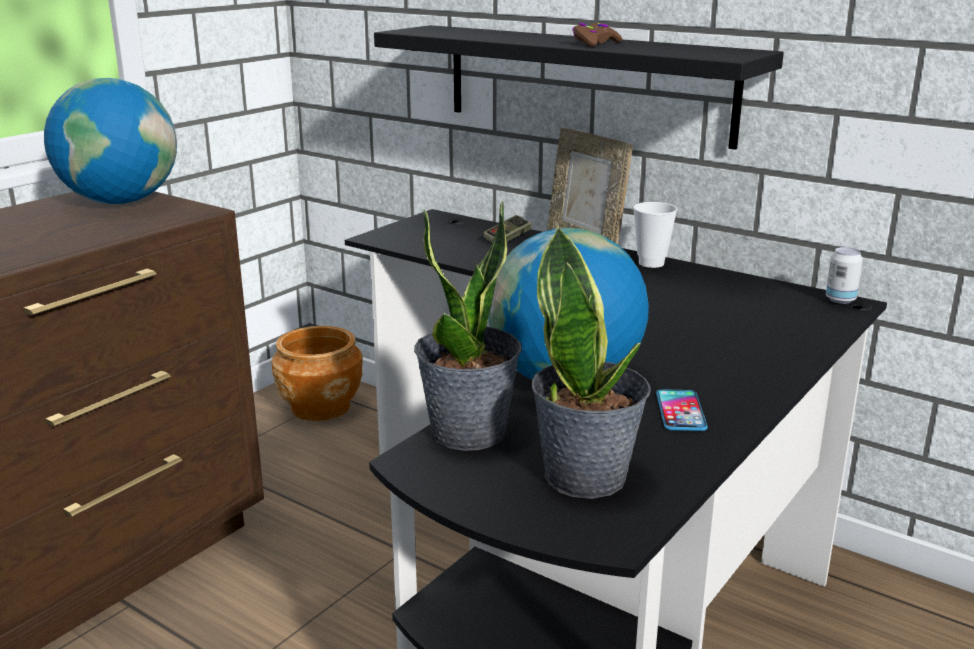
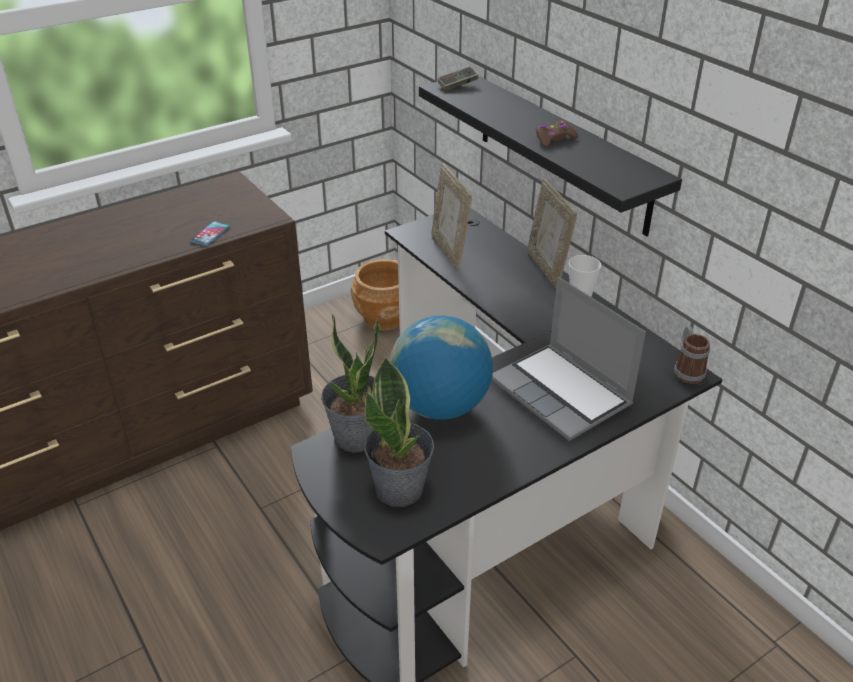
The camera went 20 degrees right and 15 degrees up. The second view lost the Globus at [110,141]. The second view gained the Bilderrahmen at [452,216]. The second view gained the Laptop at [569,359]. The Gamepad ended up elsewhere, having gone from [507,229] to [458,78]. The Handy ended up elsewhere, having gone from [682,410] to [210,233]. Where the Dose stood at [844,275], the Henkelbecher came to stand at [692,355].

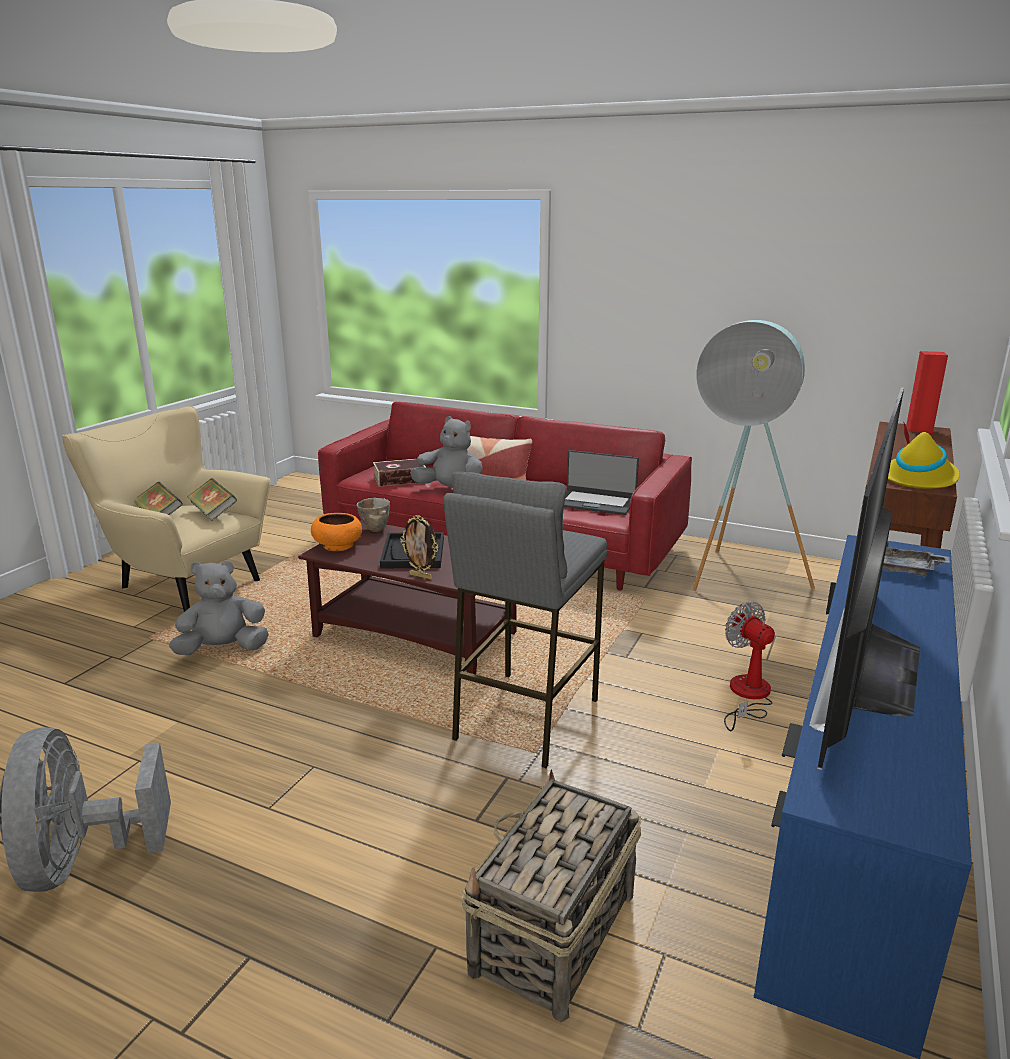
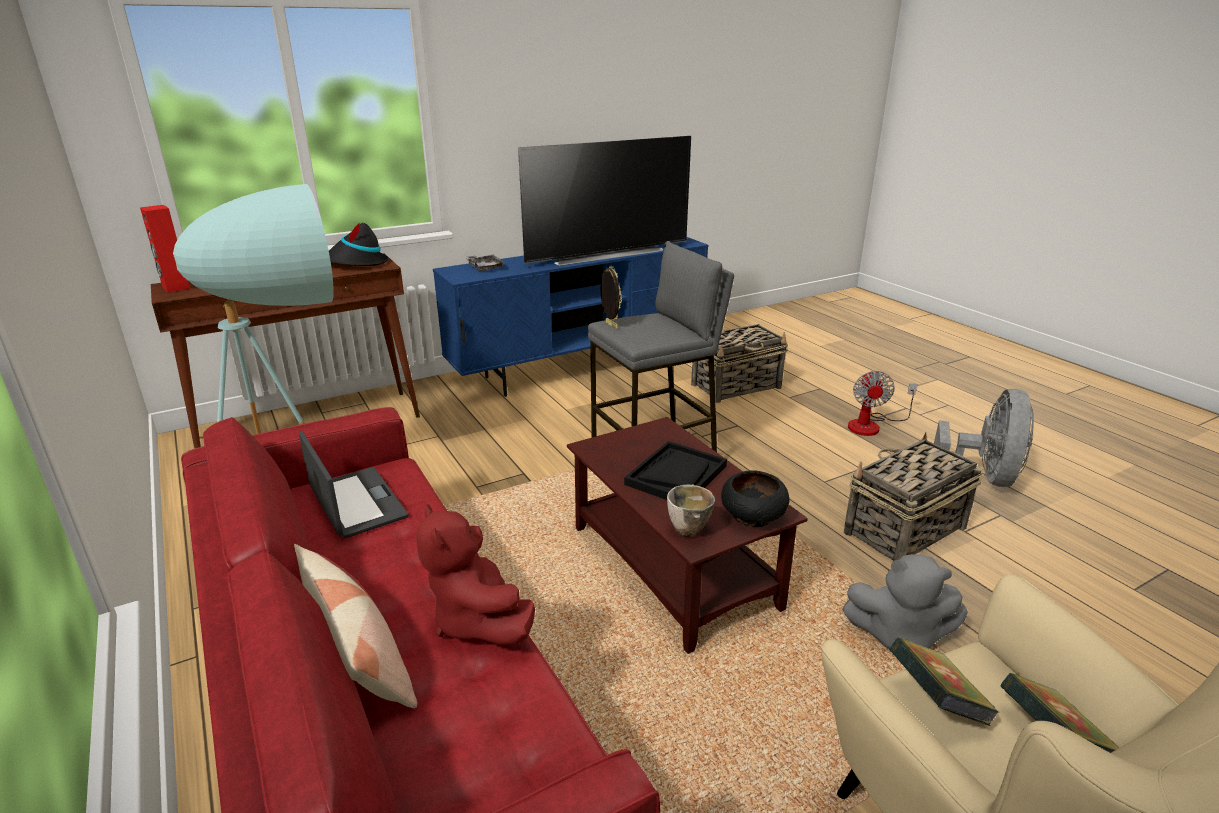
The camera went 145 degrees left and 5 degrees up. The second view lost the Buch at [399,473]. The second view gained the Korb at [913,497]. The Bilderrahmen ended up elsewhere, having gone from [419,547] to [611,297]. The Ventilator ended up elsewhere, having gone from [749,666] to [882,403]. What was the Schüssel (orange) at [336,532] turned into the Schüssel (schwarz) at [755,498]. What was the Plüschtier (grau) at [446,452] turned into the Plüschtier (rot) at [475,574]. What was the Hut (gelb) at [924,456] turned into the Hut (schwarz) at [359,244].

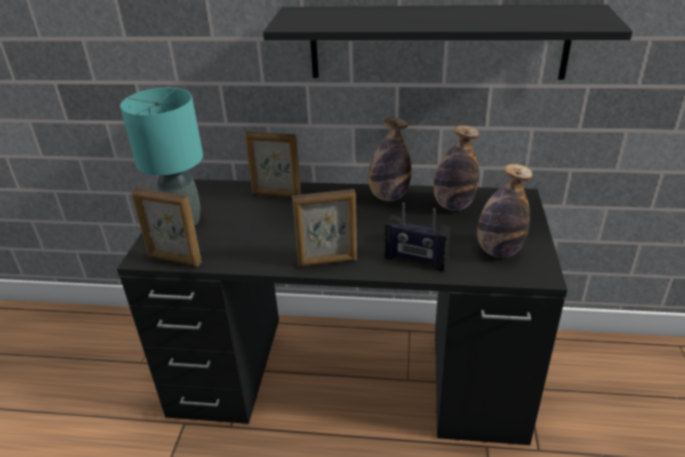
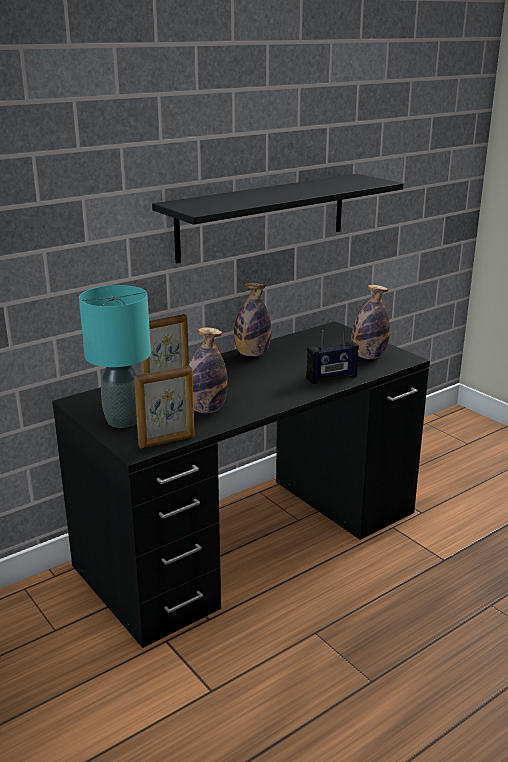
The camera went 45 degrees left and 10 degrees down. The second view lost the Bilderrahmen at [324,228]. The Flasche ended up elsewhere, having gone from [456,168] to [208,370].

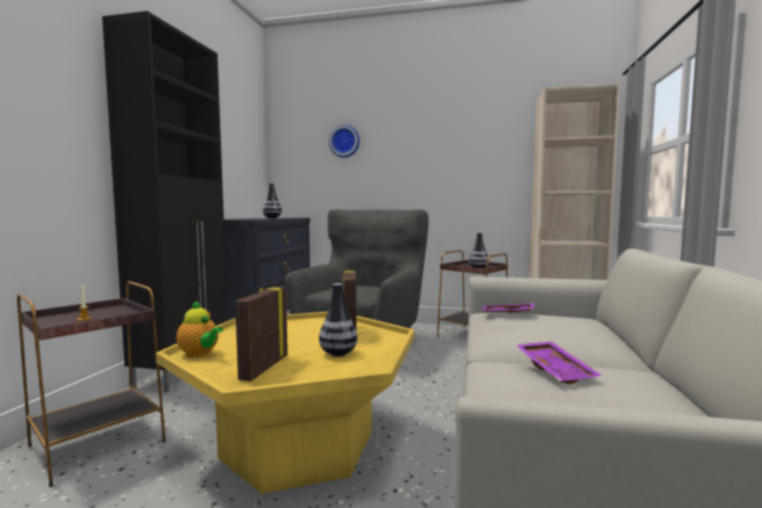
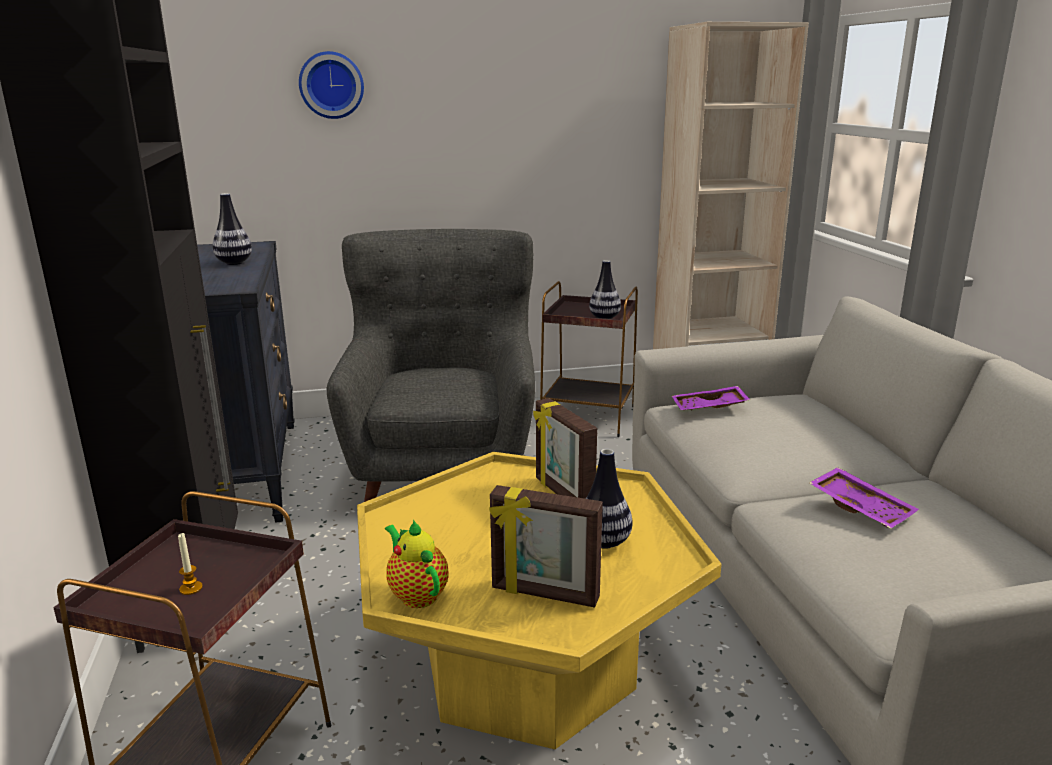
The camera went 25 degrees left and 15 degrees up. The Teekanne at [199,329] ended up facing another way, 135 degrees counterclockwise from before. The Bilderrahmen at [261,334] ended up facing another way, 60 degrees counterclockwise from before.

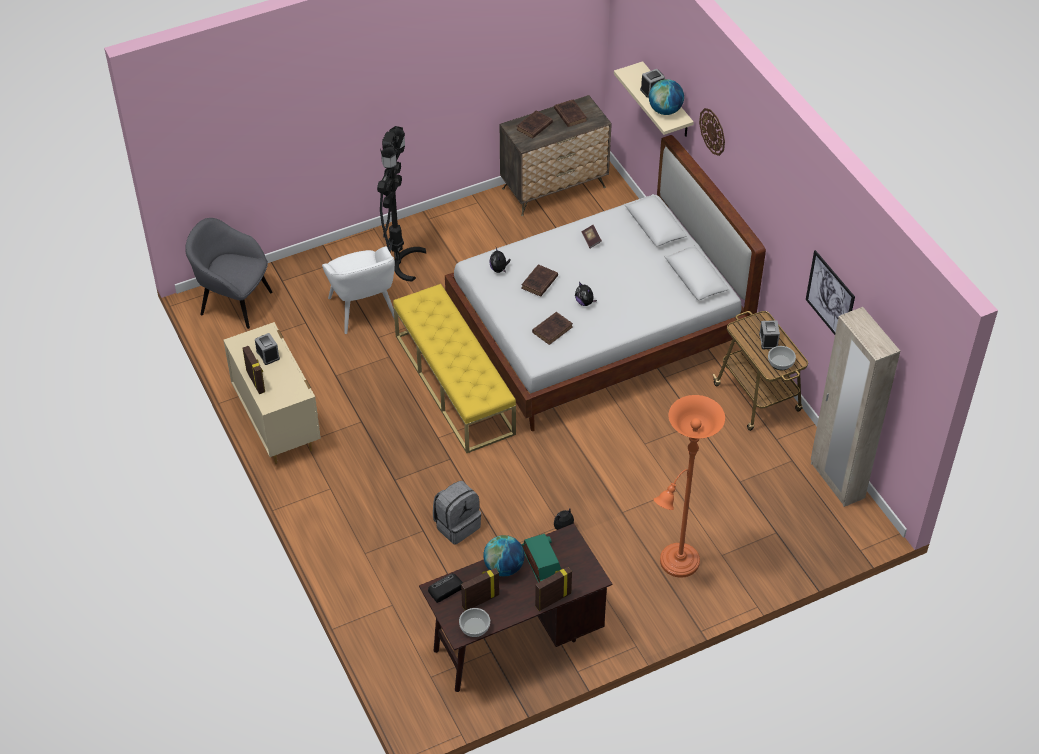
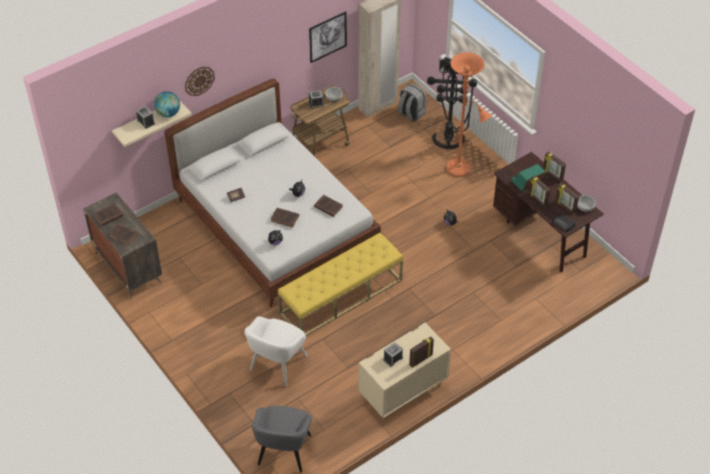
The camera went 100 degrees left and 0 degrees up. The Stehlampe (schwarz) ended up elsewhere, having gone from [401,204] to [452,103]. The Rucksack (grau) ended up elsewhere, having gone from [457,513] to [412,102]. Where the Globus stood at [503,555], the Bilderrahmen came to stand at [540,191]. The Sessel (weiß) at [358,290] ended up facing another way, 150 degrees clockwise from before.

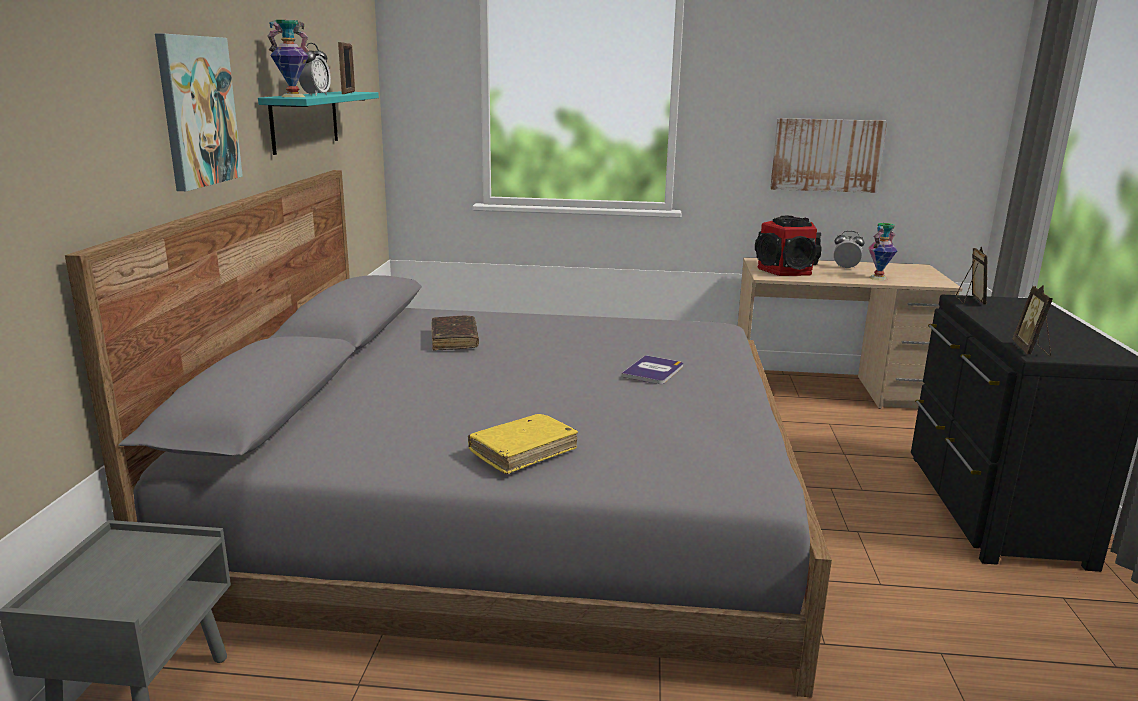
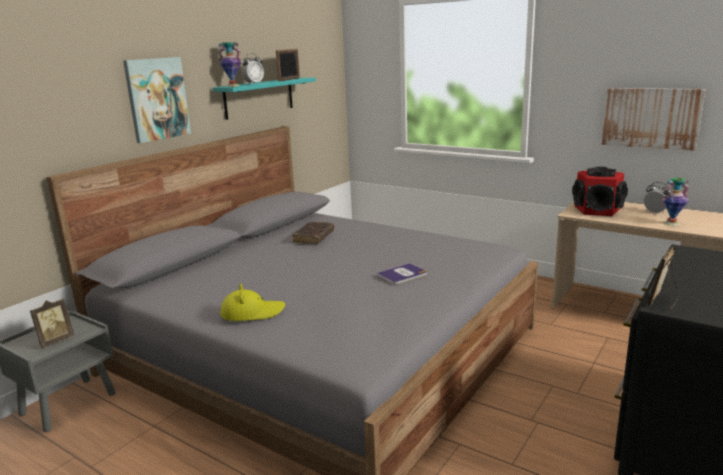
The camera went 30 degrees right and 0 degrees up. The Bilderrahmen ended up elsewhere, having gone from [972,275] to [52,323]. Where the Buch (gelb) stood at [523,444], the Hut (gelb) came to stand at [252,302].

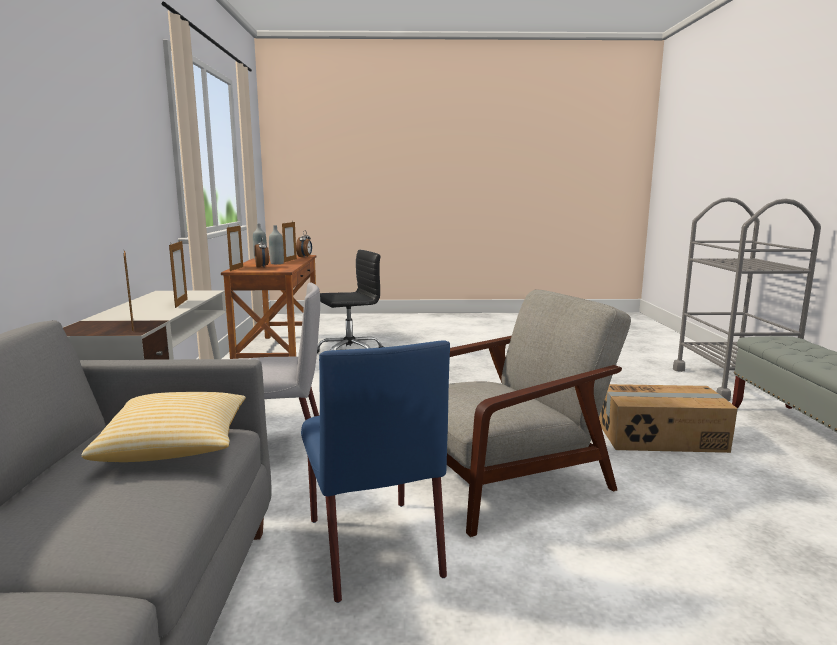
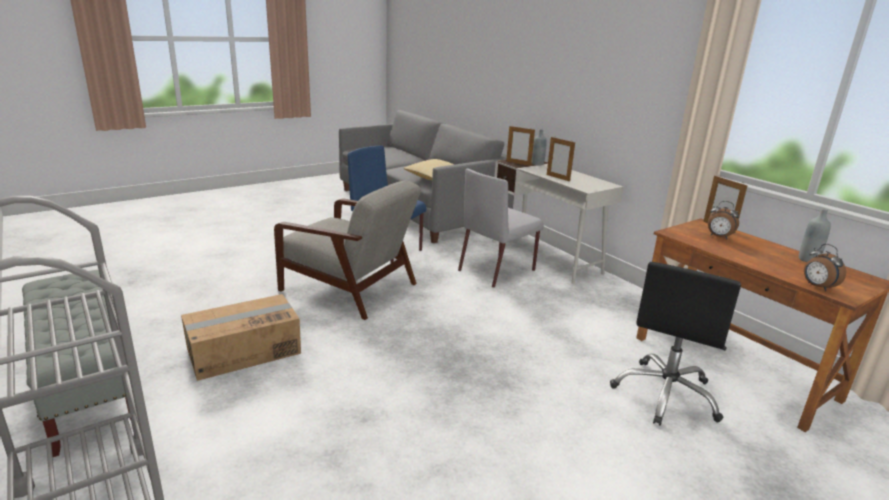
The camera went 145 degrees right and 10 degrees up. The second view lost the Bilderrahmen at [289,242]. The Flasche (grau) ended up elsewhere, having gone from [276,244] to [539,147]. The Sessel (grau) at [539,413] ended up facing another way, 90 degrees counterclockwise from before.

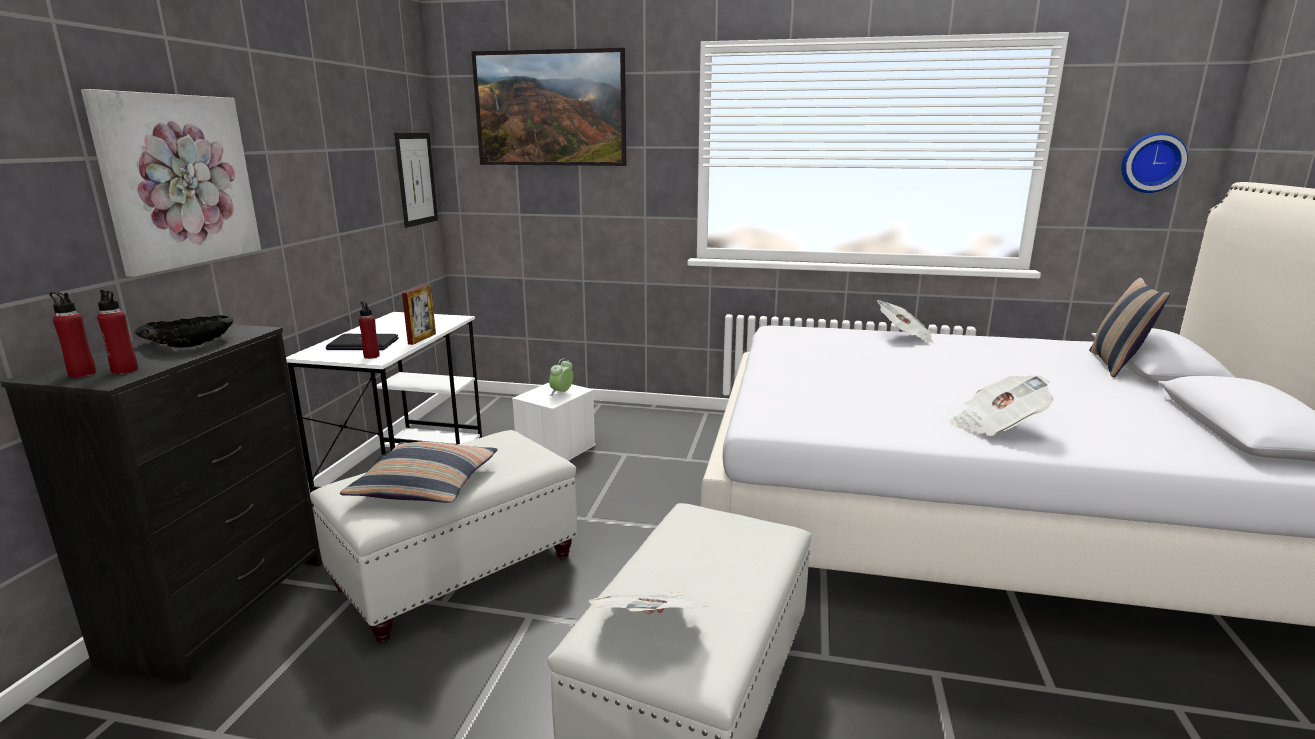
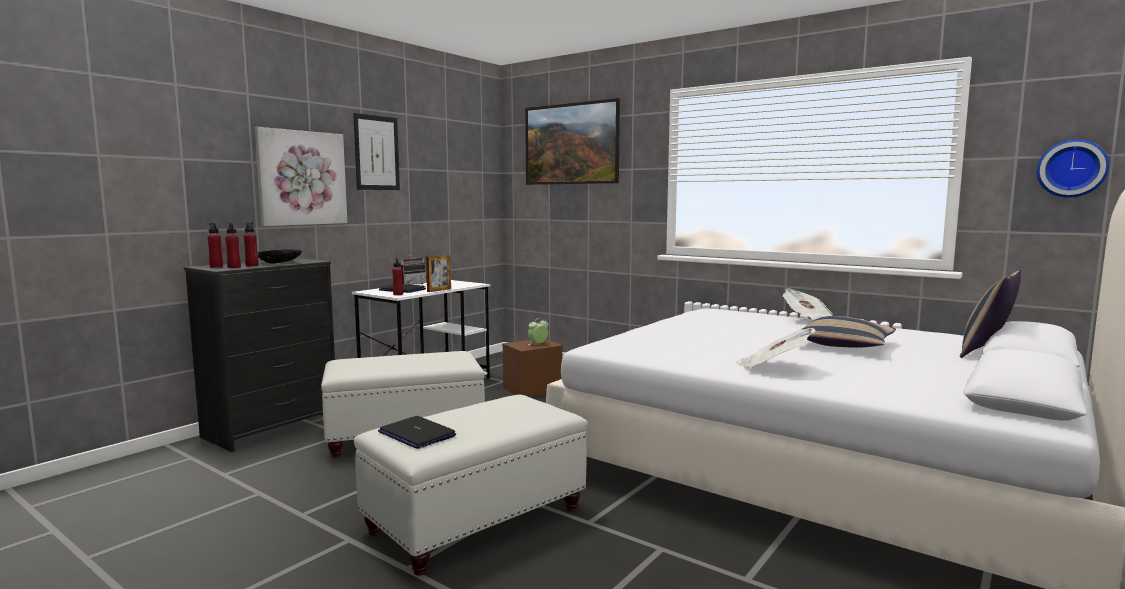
The camera went 25 degrees right and 10 degrees down. The second view gained the Flasche (rot) at [251,244]. The second view gained the Radio at [413,269]. The Kissen ended up elsewhere, having gone from [419,472] to [849,332]. The Bild ended up elsewhere, having gone from [416,180] to [376,151]. Where the Zeitung stood at [647,603], the Laptop came to stand at [417,432]. What was the Aufbewahrungsbox (weiß) at [553,422] turned into the Aufbewahrungsbox (braun) at [532,368].

